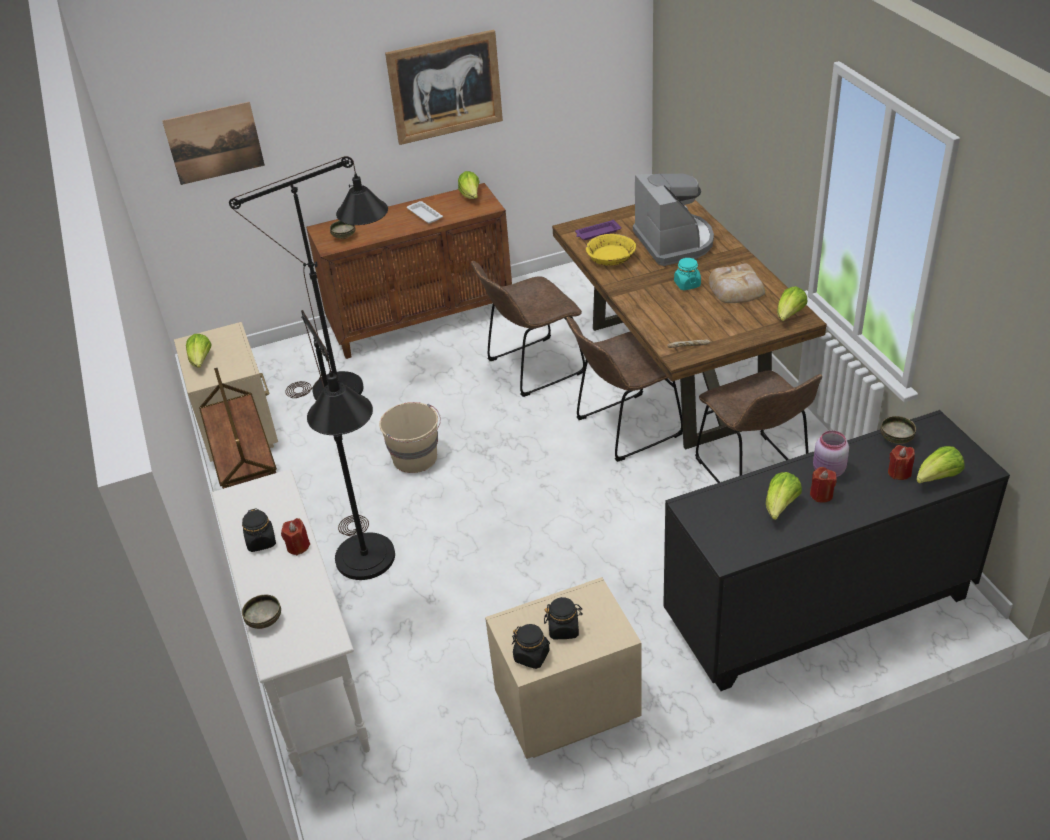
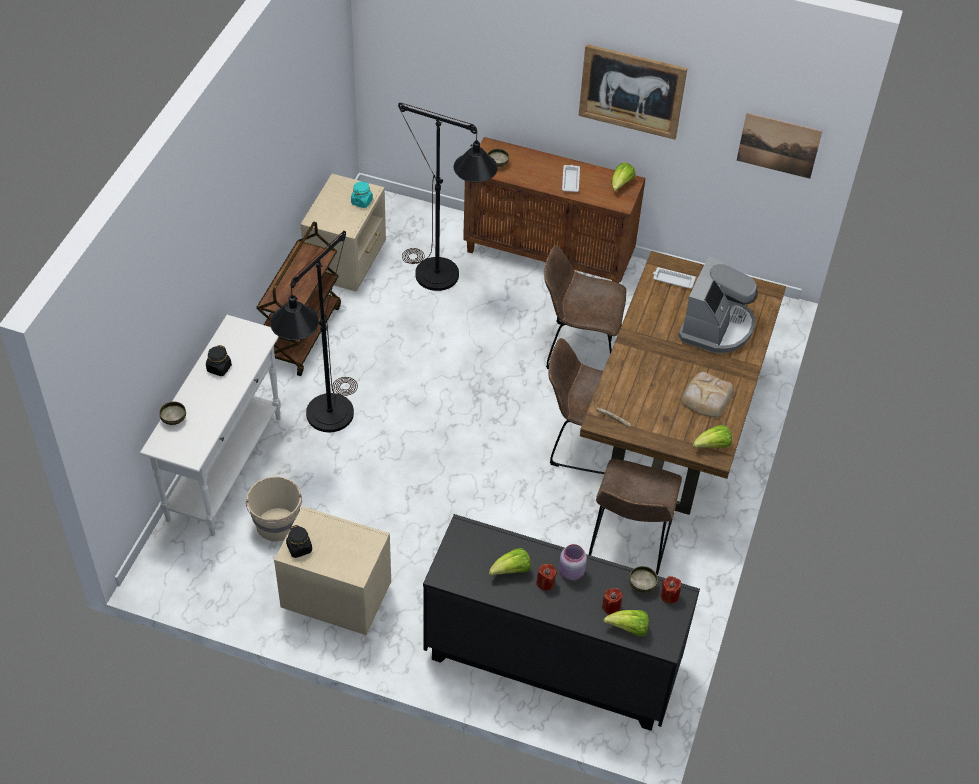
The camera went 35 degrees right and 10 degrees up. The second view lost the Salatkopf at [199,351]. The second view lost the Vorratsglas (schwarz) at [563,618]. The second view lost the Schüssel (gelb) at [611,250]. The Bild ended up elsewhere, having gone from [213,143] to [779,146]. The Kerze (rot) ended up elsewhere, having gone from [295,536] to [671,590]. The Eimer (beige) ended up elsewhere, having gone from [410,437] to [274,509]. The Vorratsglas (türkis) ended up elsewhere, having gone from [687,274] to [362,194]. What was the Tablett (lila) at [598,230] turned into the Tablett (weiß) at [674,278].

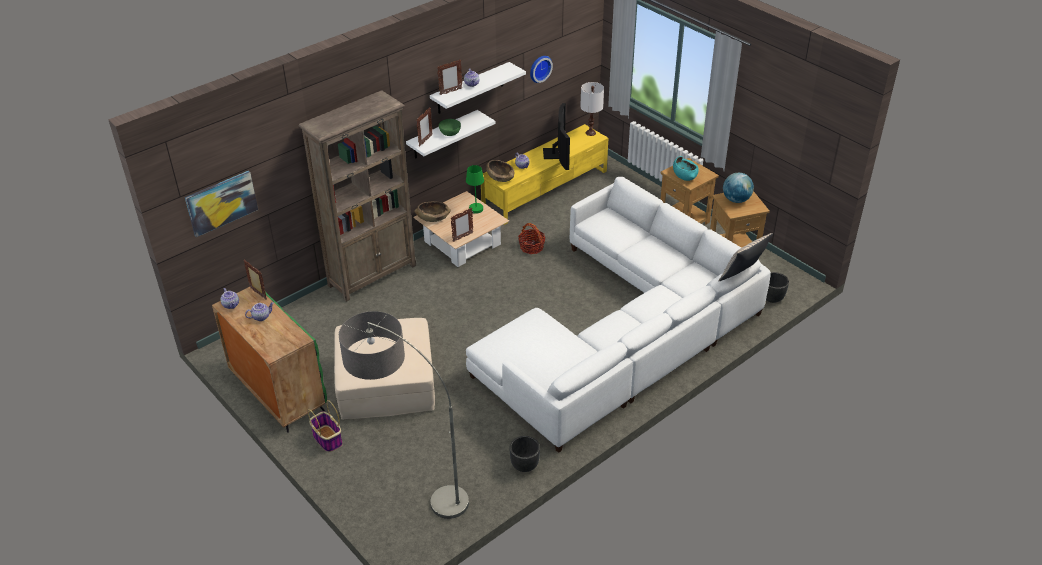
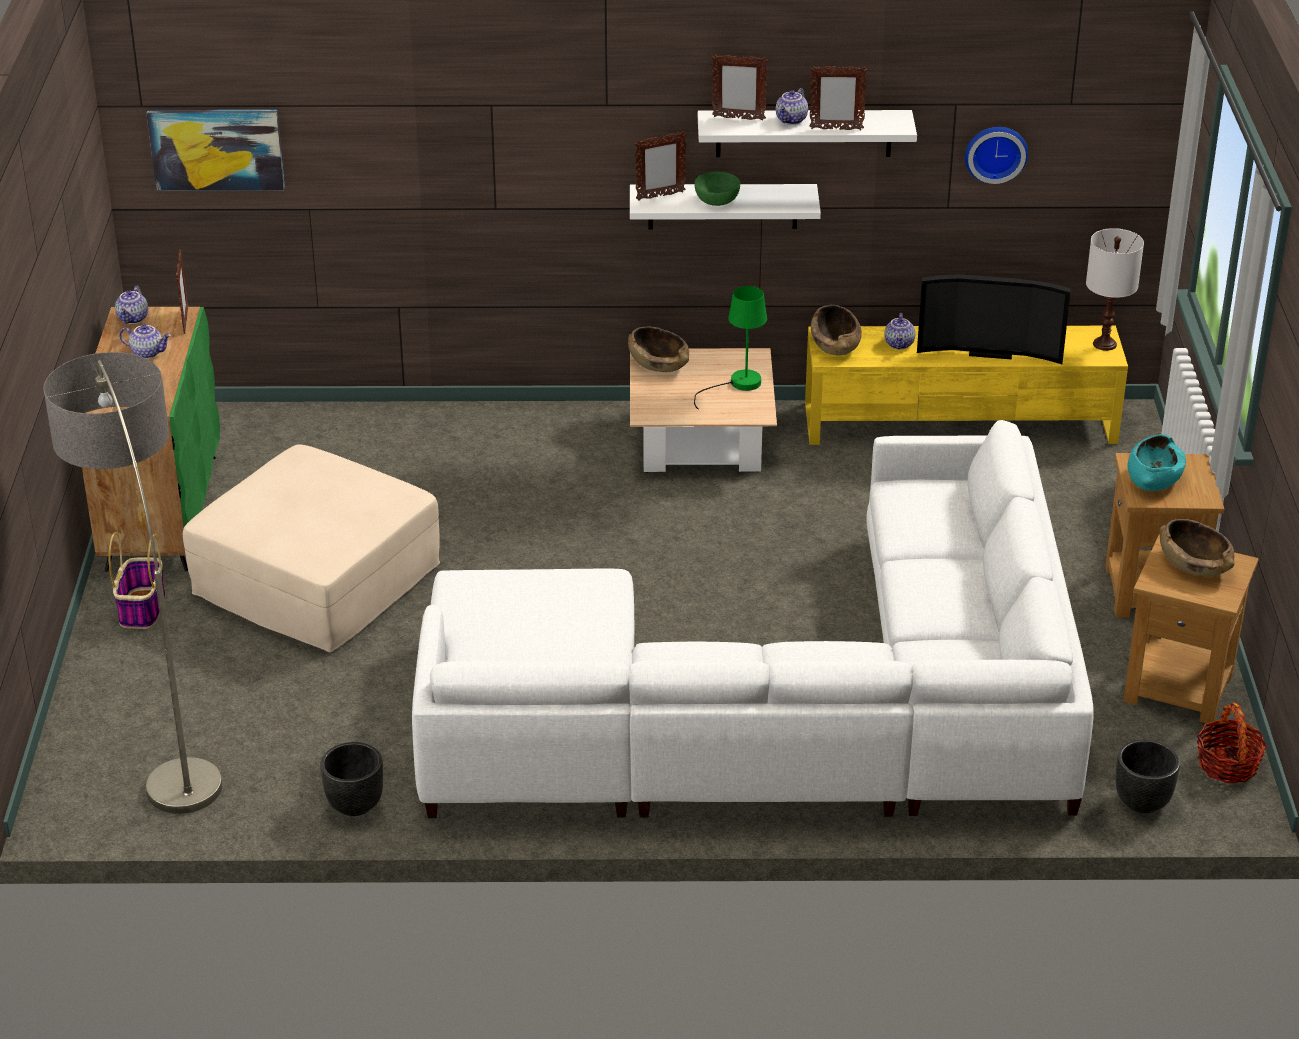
The camera went 40 degrees right and 5 degrees down. The second view lost the Bücherregal (braun) at [357,196]. The second view lost the Kissen (beige) at [746,257]. The Bilderrahmen ended up elsewhere, having gone from [462,225] to [838,98]. The Korb ended up elsewhere, having gone from [532,238] to [1232,742]. Where the Globus stood at [738,188], the Schüssel (braun) came to stand at [1196,548]. The Fernseher at [556,136] ended up facing another way, 60 degrees clockwise from before.

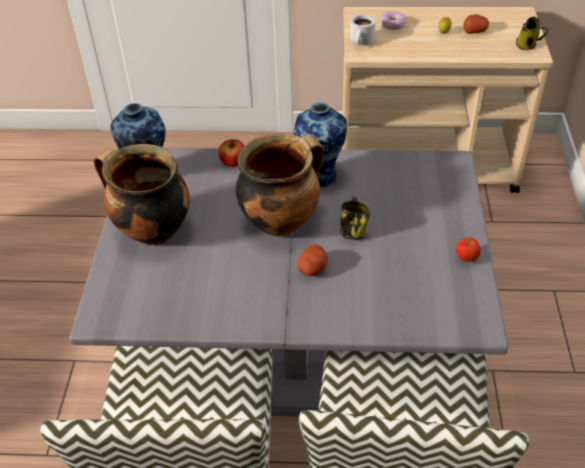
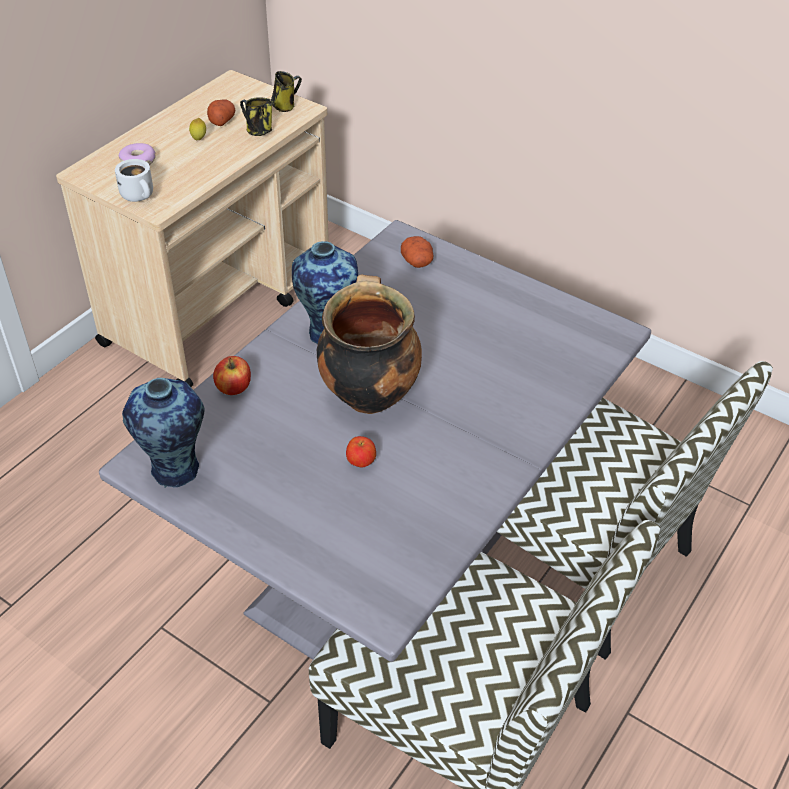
The camera went 60 degrees left and 0 degrees up. The second view lost the Kochtopf at [142,194]. The Kartoffel ended up elsewhere, having gone from [312,260] to [417,252]. The Henkelbecher ended up elsewhere, having gone from [355,218] to [256,116]. The Apfel ended up elsewhere, having gone from [468,249] to [361,451].

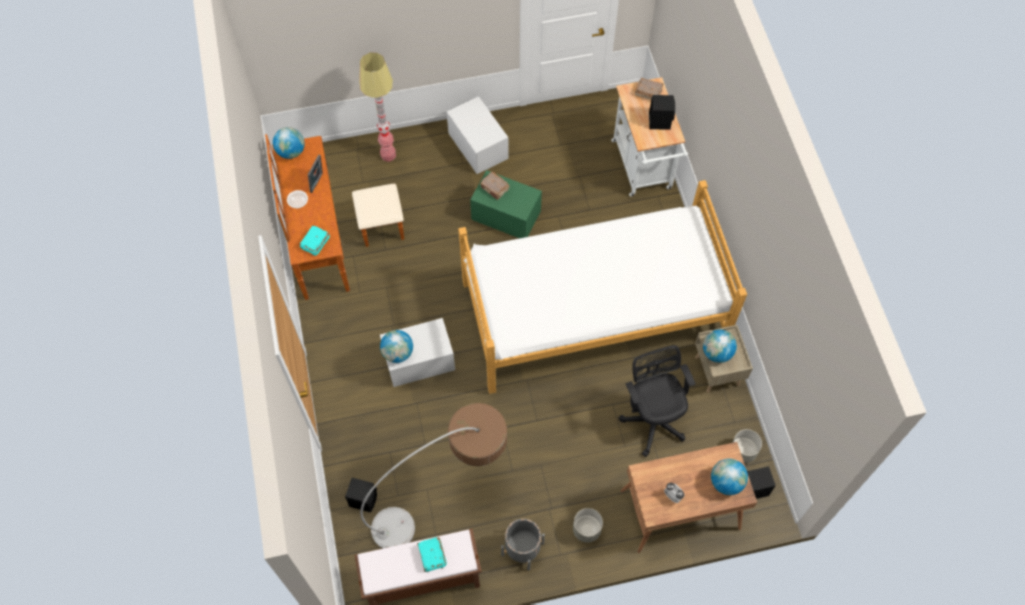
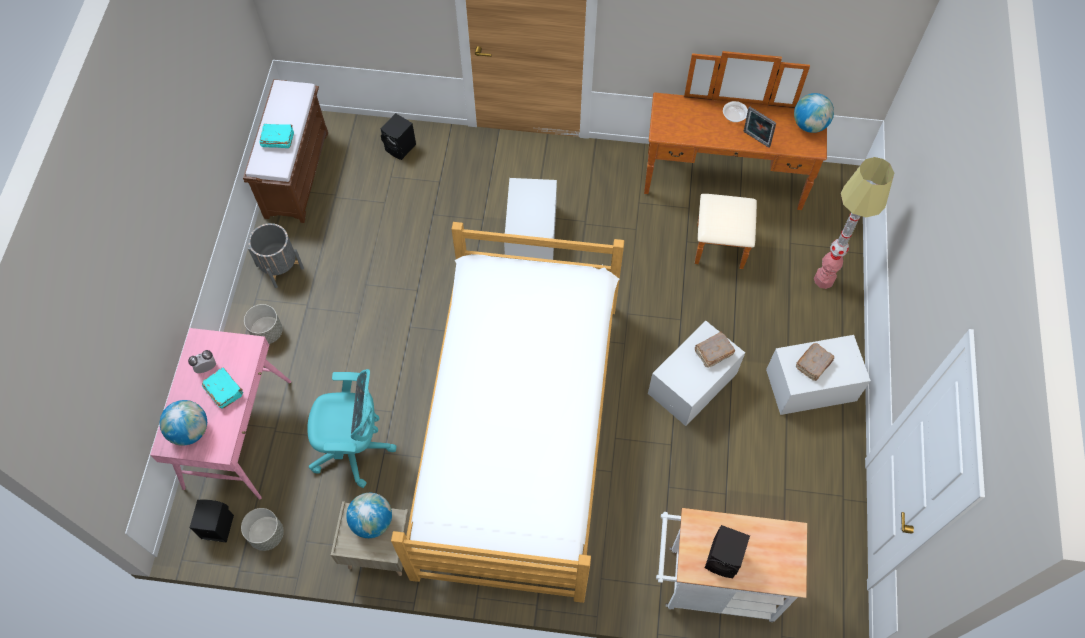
The camera went 110 degrees right and 0 degrees up. The second view lost the Stehlampe at [433,476]. The second view lost the Globus at [396,346]. The Buch (türkis) ended up elsewhere, having gone from [315,240] to [222,388]. The Buch (braun) ended up elsewhere, having gone from [649,89] to [815,362]. What was the Aufbewahrungsbox (grün) at [506,204] turned into the Aufbewahrungsbox (weiß) at [696,373]. What was the Bürostuhl (schwarz) at [657,401] turned into the Bürostuhl (türkis) at [352,428]. What was the Schreibtisch (braun) at [688,497] turned into the Schreibtisch (rosa) at [220,414].

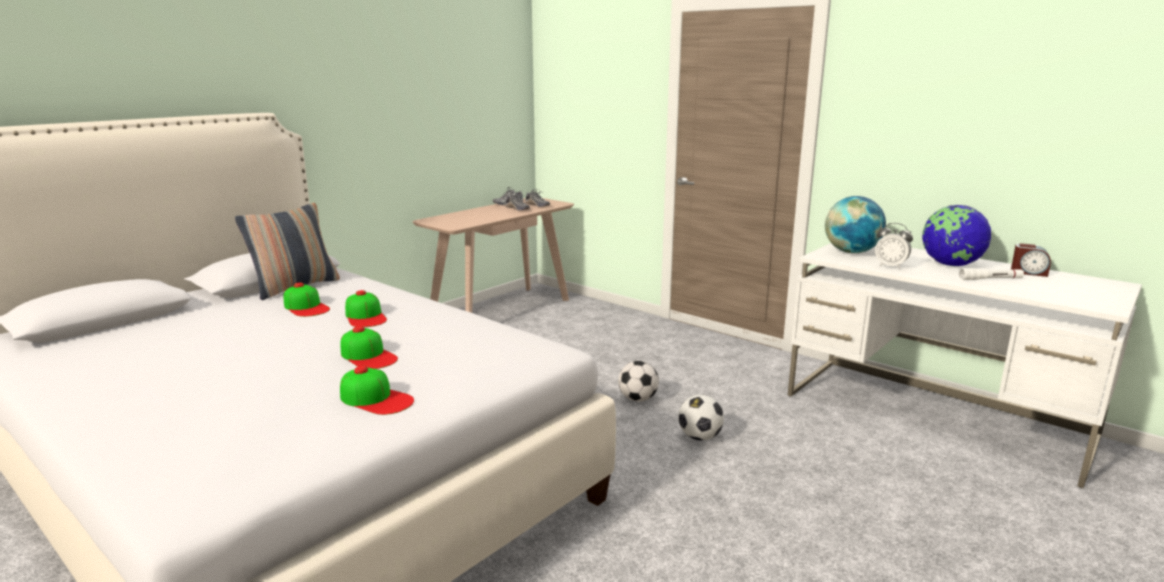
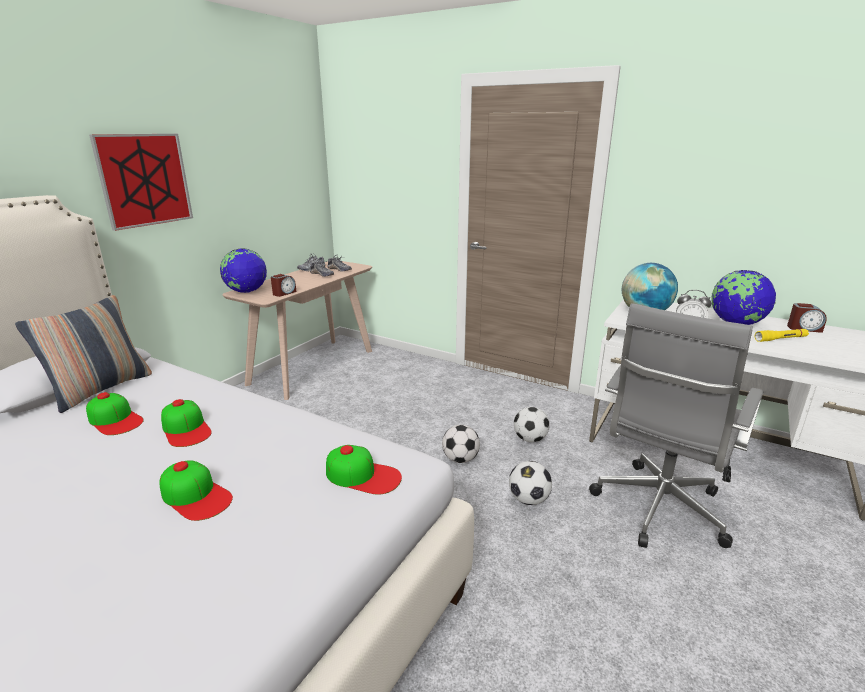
The camera went 10 degrees left and 5 degrees up. The second view gained the Bild at [141,182]. The second view gained the Globus at [243,270]. The second view gained the Wecker at [283,285]. The second view gained the Fußball at [532,424]. The second view gained the Bürostuhl (grau) at [676,425]. The Kappe ended up elsewhere, having gone from [377,390] to [364,470]. What was the Taschenlampe (weiß) at [991,274] turned into the Taschenlampe (gelb) at [782,335].

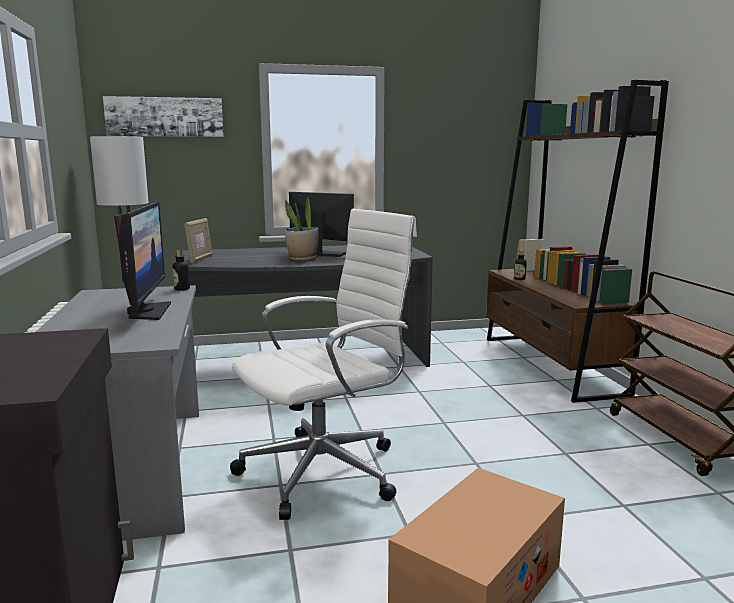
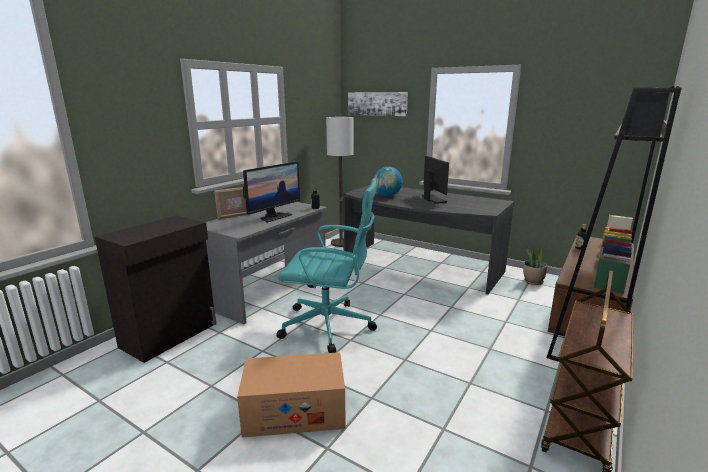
The camera went 45 degrees right and 5 degrees up. The second view gained the Globus at [388,181]. The Bilderrahmen ended up elsewhere, having gone from [198,241] to [230,203]. The Topfpflanze ended up elsewhere, having gone from [302,228] to [535,265]. What was the Bürostuhl (weiß) at [323,364] turned into the Bürostuhl (türkis) at [327,265].

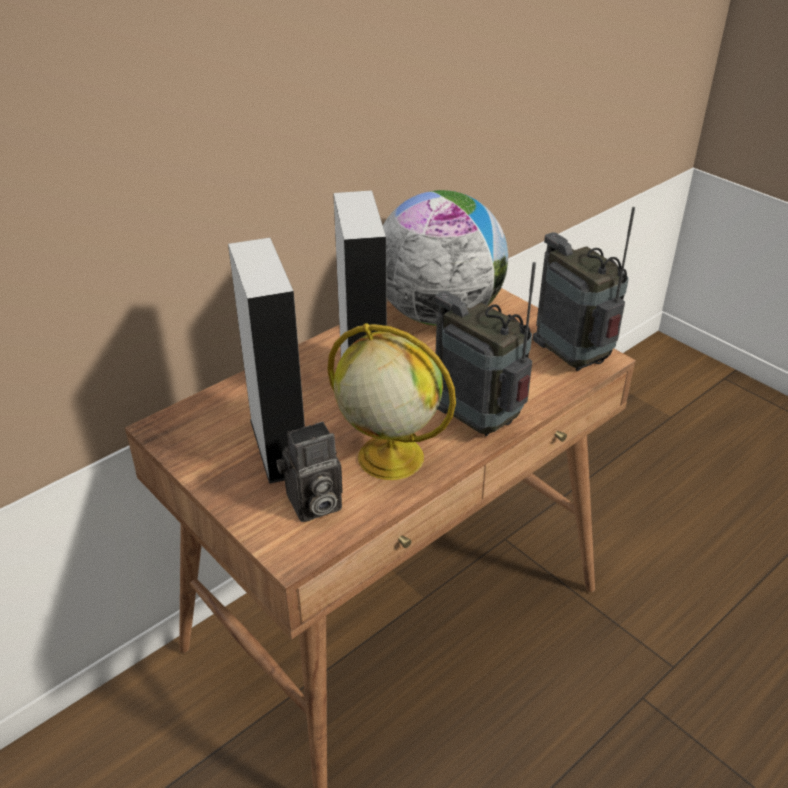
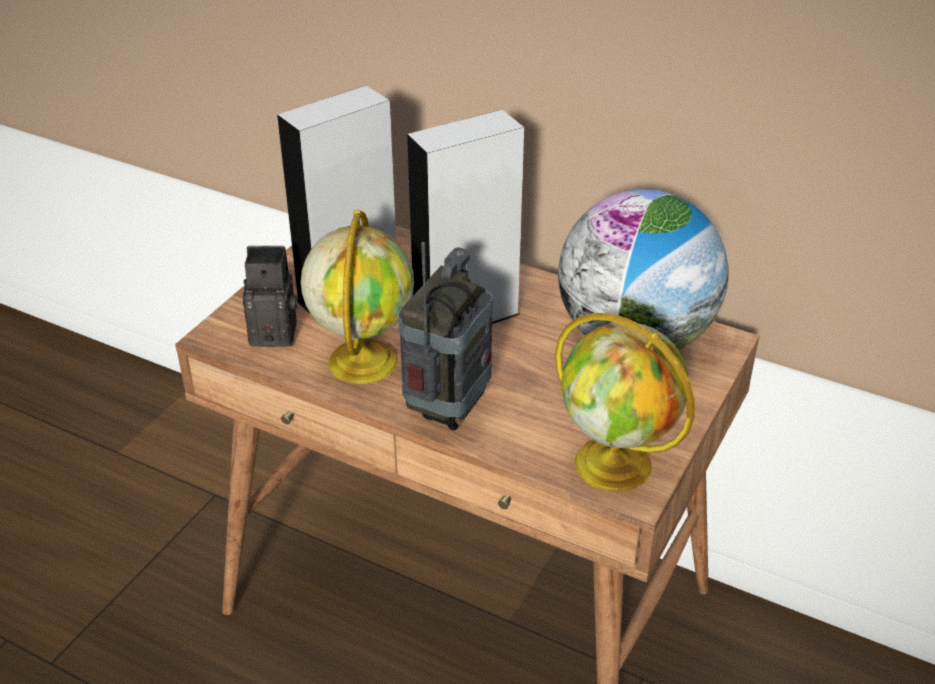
The camera went 70 degrees right and 0 degrees up. Where the Radio stood at [584,289], the Globus came to stand at [625,402]. The Kamera at [309,471] ended up facing another way, 135 degrees clockwise from before.

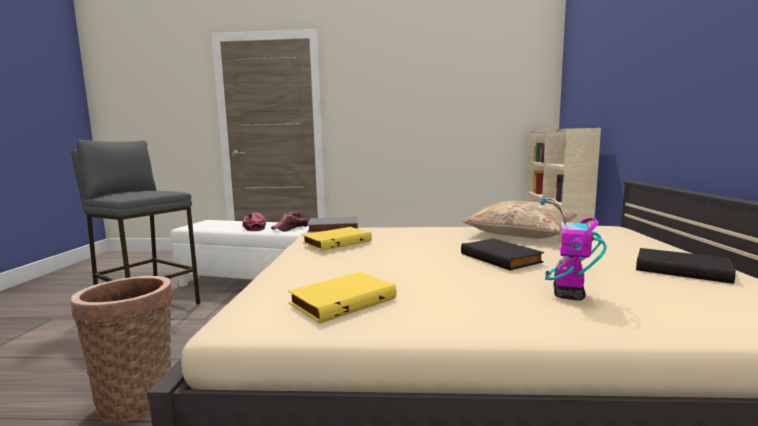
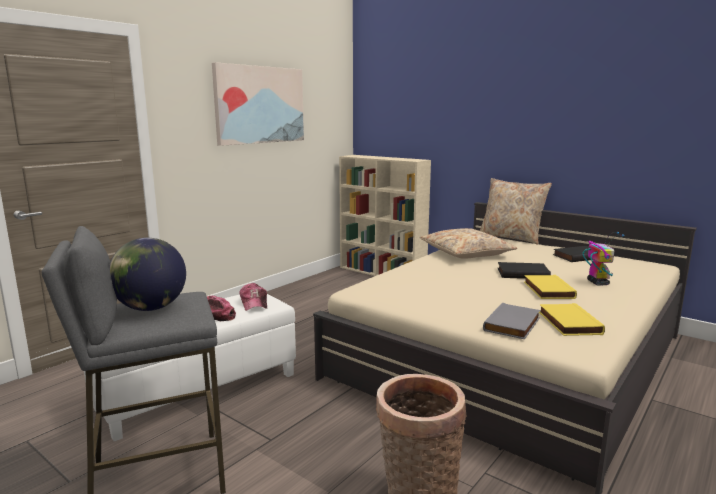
The camera went 55 degrees left and 5 degrees up. The second view gained the Globus at [147,274]. The second view gained the Bild at [258,104]. The second view gained the Kissen (beige) at [515,211]. The Buch (gelb) ended up elsewhere, having gone from [337,239] to [550,287]. The Buch (grau) ended up elsewhere, having gone from [332,224] to [511,321]. The Spielzeugroboter at [573,249] ended up facing another way, 150 degrees counterclockwise from before.

